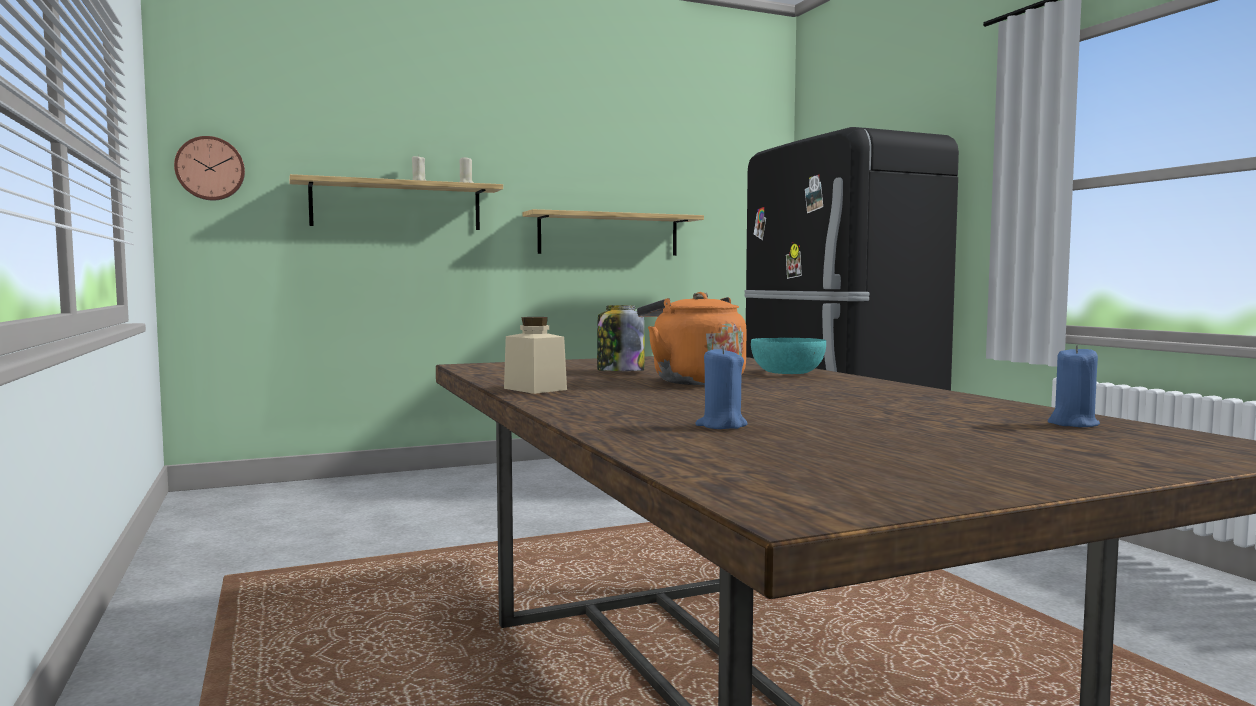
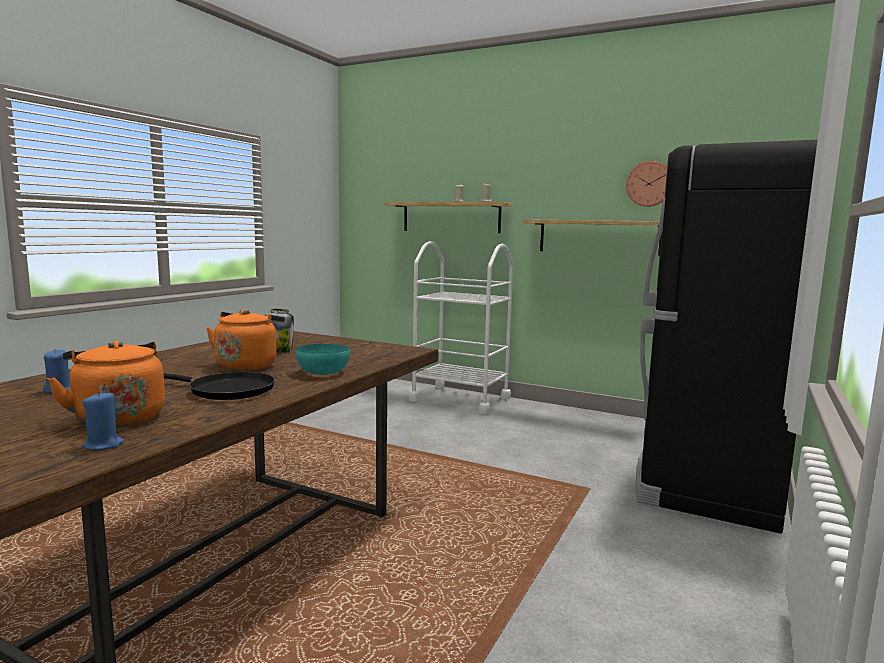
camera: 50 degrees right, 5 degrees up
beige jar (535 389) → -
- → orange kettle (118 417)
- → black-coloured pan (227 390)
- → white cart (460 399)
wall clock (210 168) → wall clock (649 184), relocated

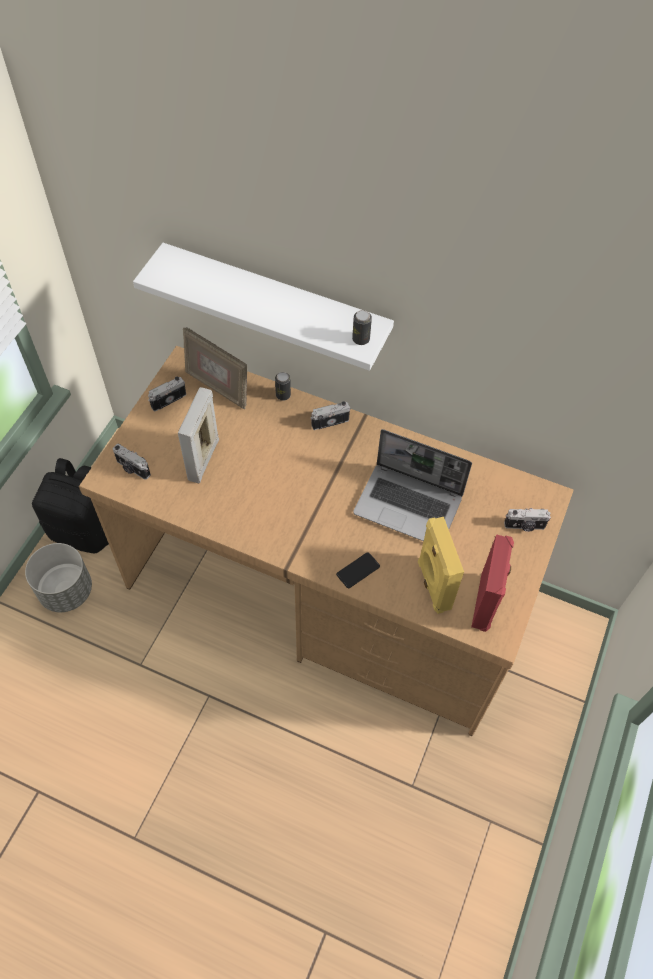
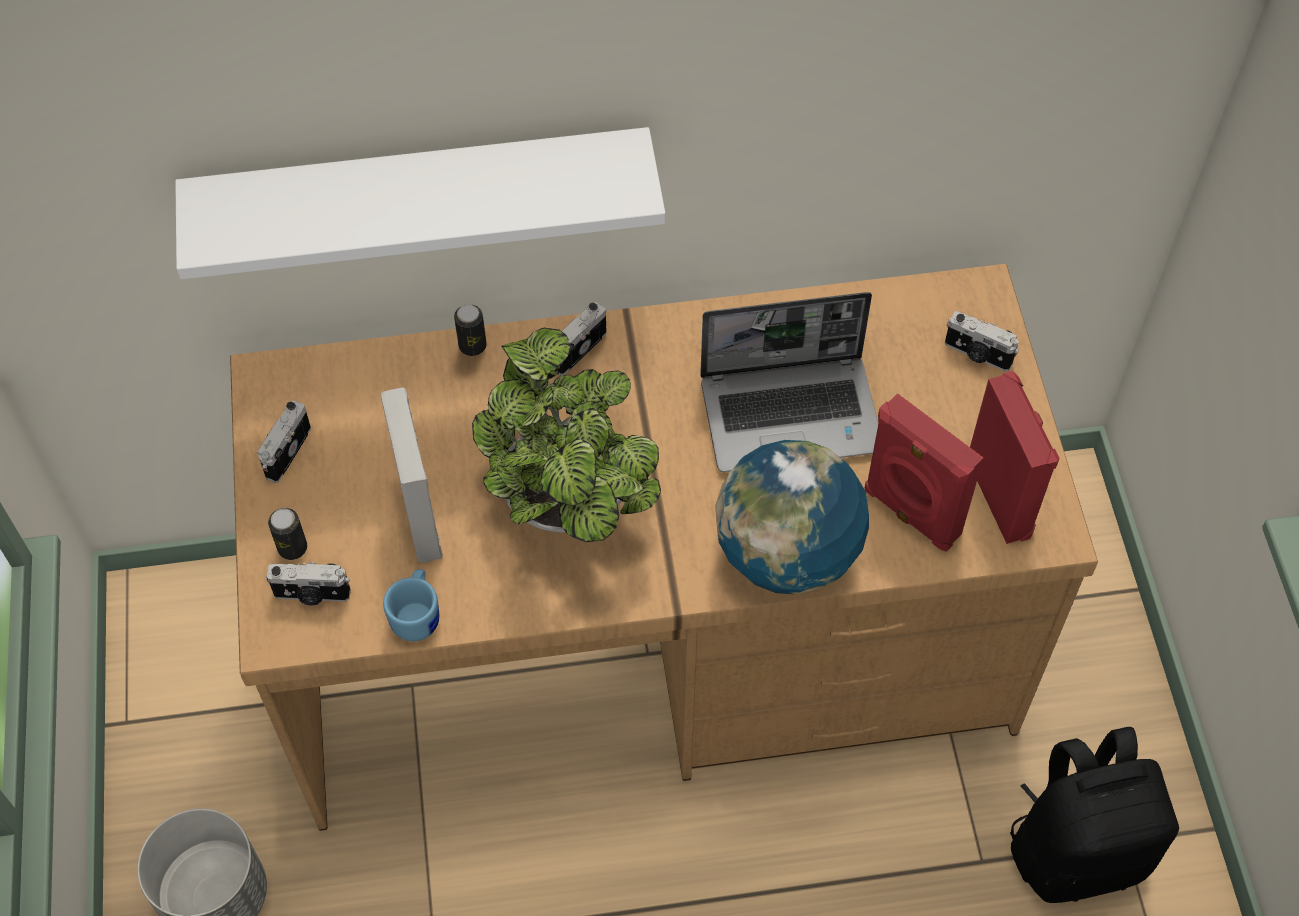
camera: 30 degrees left, 0 degrees up
standing frame (217 388) → -
- → blue-coloured tea mug (418 615)
- → houseplant (570 508)
black-coloured rucksack (85 530) → black-coloured rucksack (1077 850), relocated
can (361 339) → can (292 548), relocated
telephone (358 570) → world globe (787 554)
yellowish loudspeaker (432 585) → reddish loudspeaker (910 514)
still camera (524 526) → still camera (977 354), 60 degrees clockwise

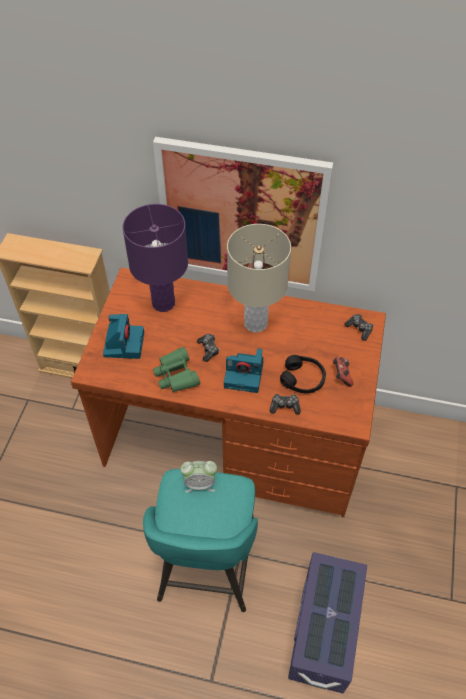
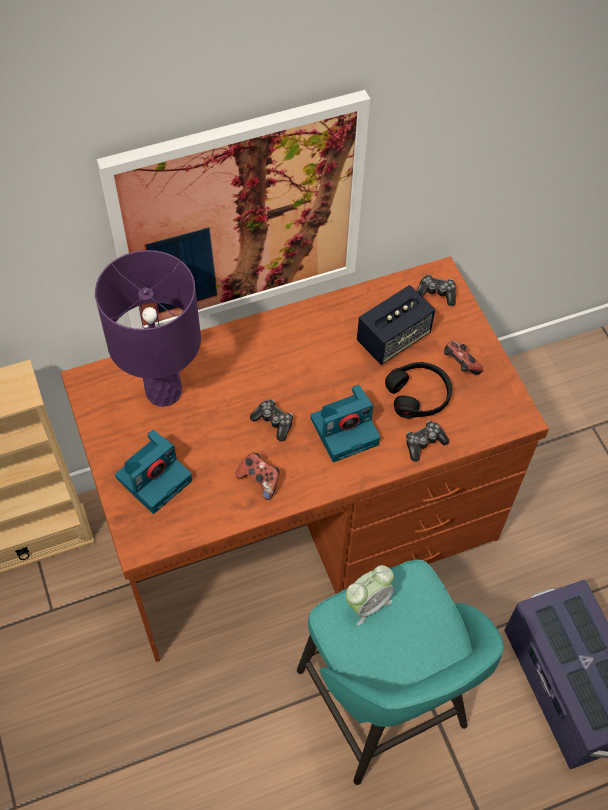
camera: 35 degrees left, 5 degrees up
beige lamp for a table (256 323) → -
- → loudspeaker (393 338)
green pair of binoculars (176 375) → game controller (259 480)
still camera (123 343) → still camera (154 477), 75 degrees clockwise

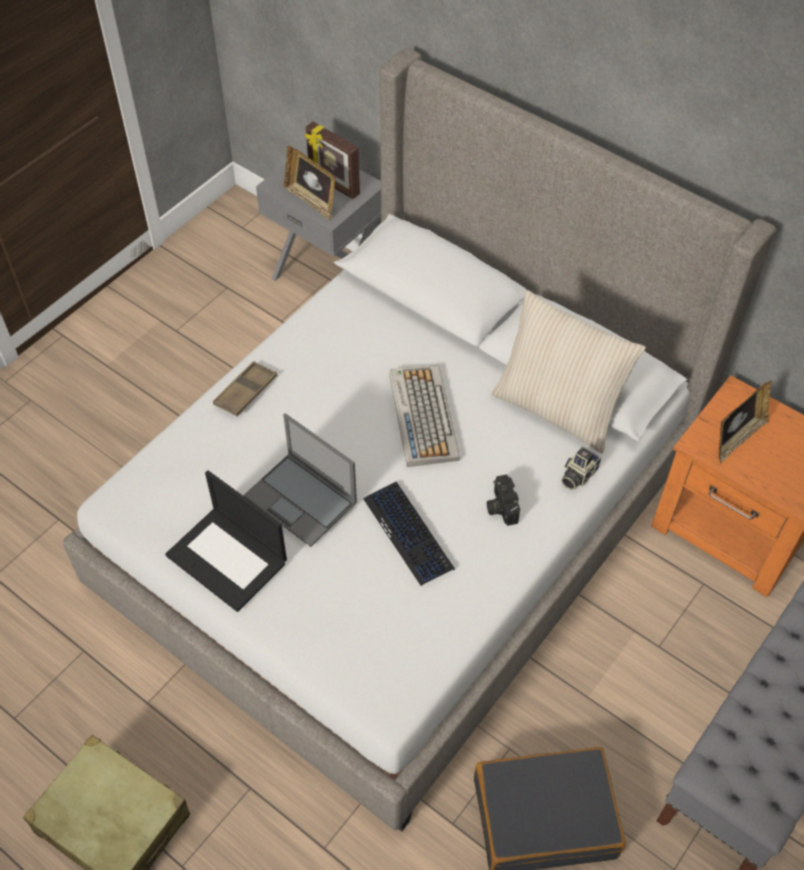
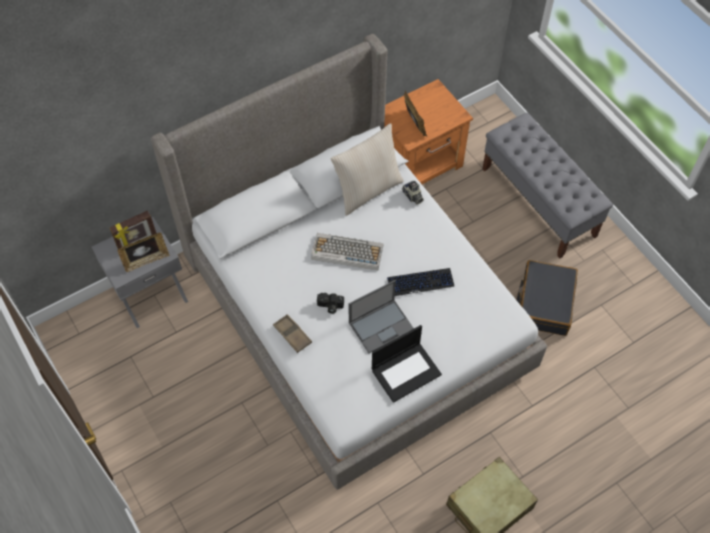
camera: 70 degrees left, 5 degrees up
still camera (500 506) → still camera (330 306), relocated

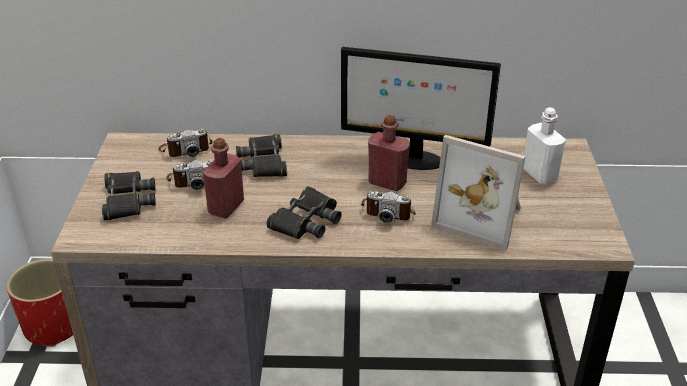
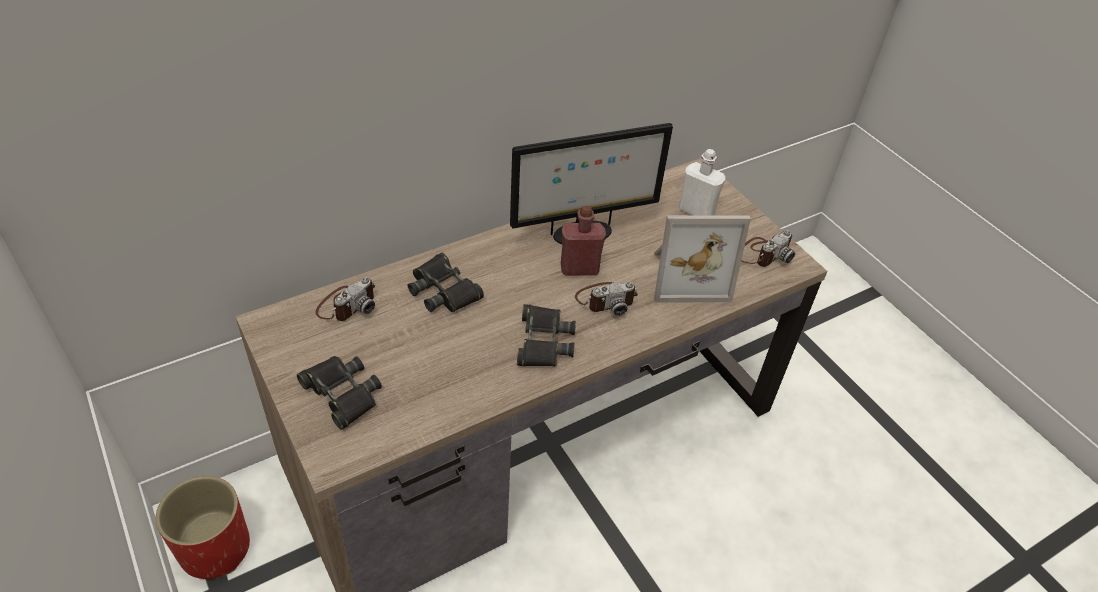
camera: 35 degrees left, 10 degrees up
reddish bottle (226 207) → -
still camera (194 180) → still camera (763 253), relocated

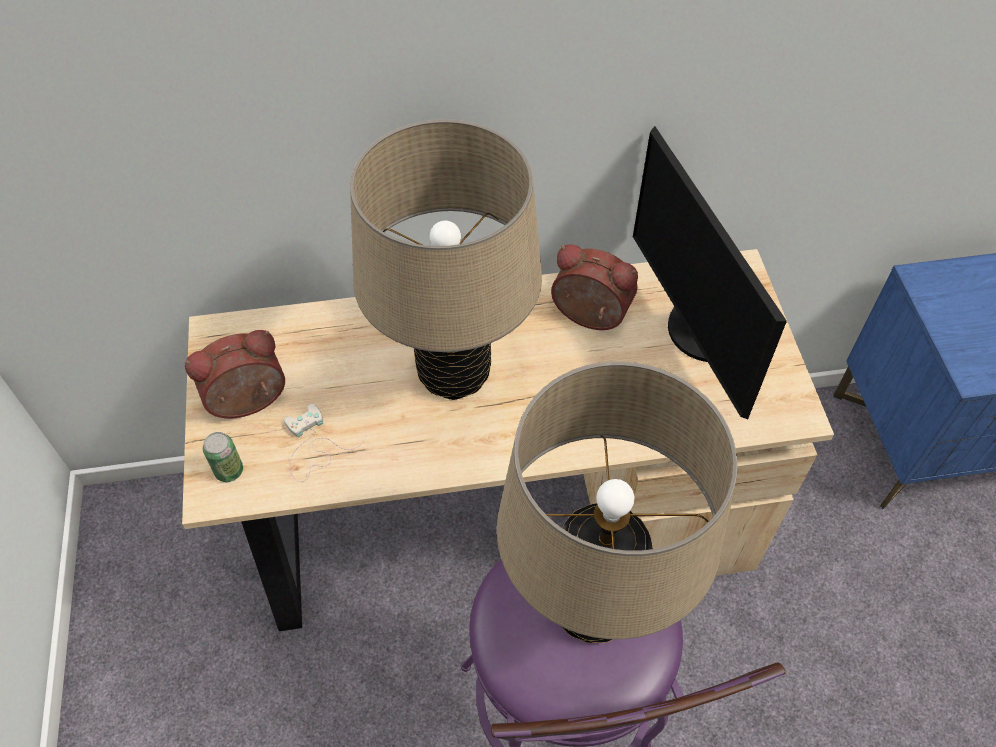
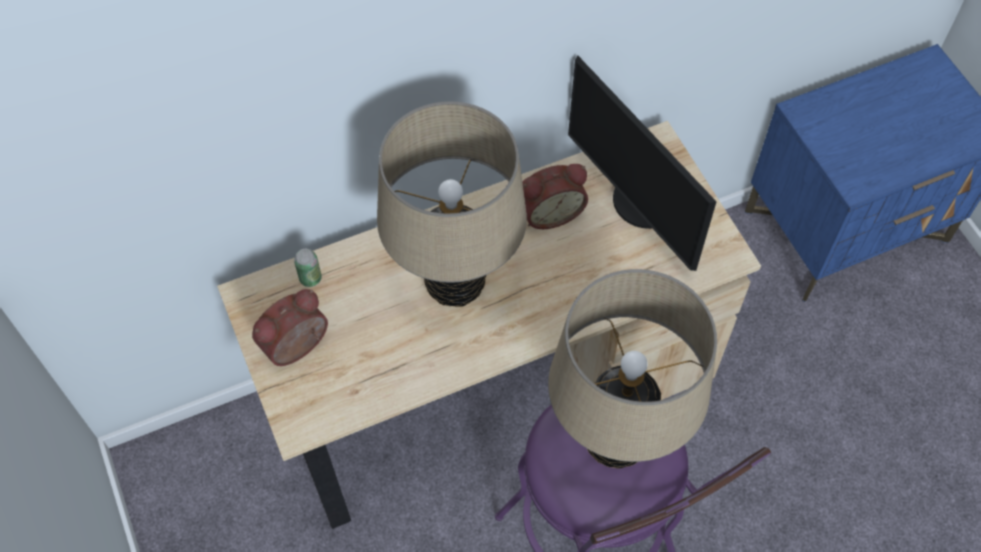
camera: 15 degrees left, 5 degrees up
white game controller (314 446) → -
can (229 471) → can (310 278), relocated
alarm clock (589 318) → alarm clock (549 212), 150 degrees clockwise

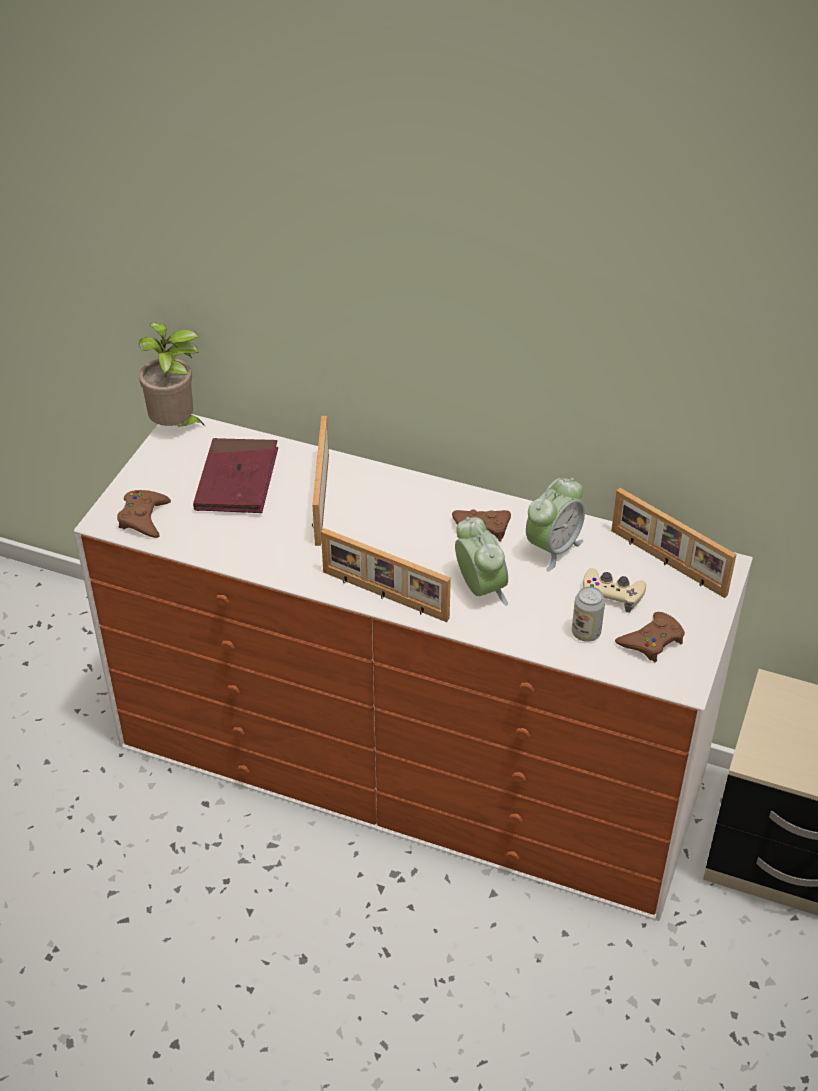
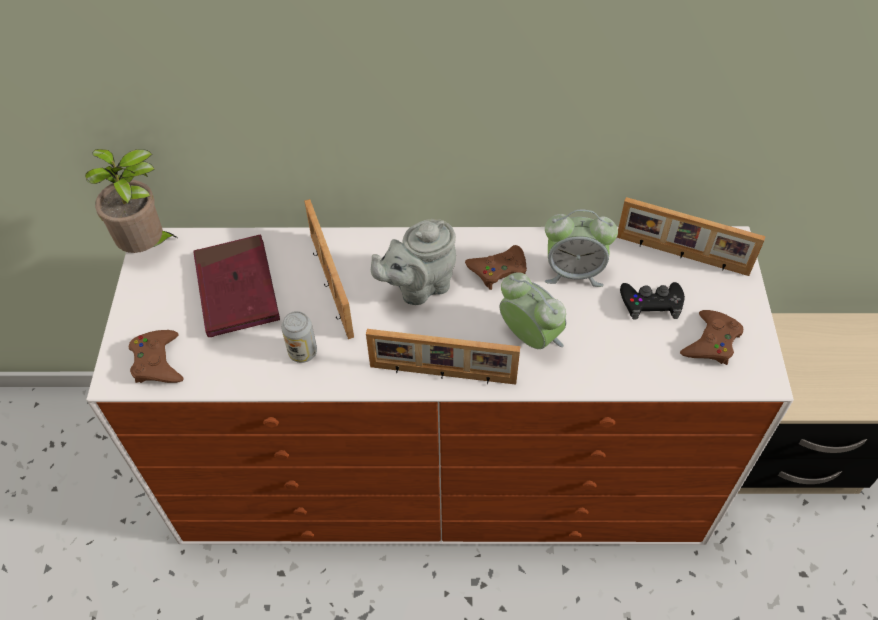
camera: 20 degrees left, 10 degrees up
- → gray pot for tea (419 286)
can (586 633) → can (302 352), relocated
beige game controller (612 594) → black-coloured game controller (651 303)
alarm clock (553 548) → alarm clock (574 271), 75 degrees clockwise

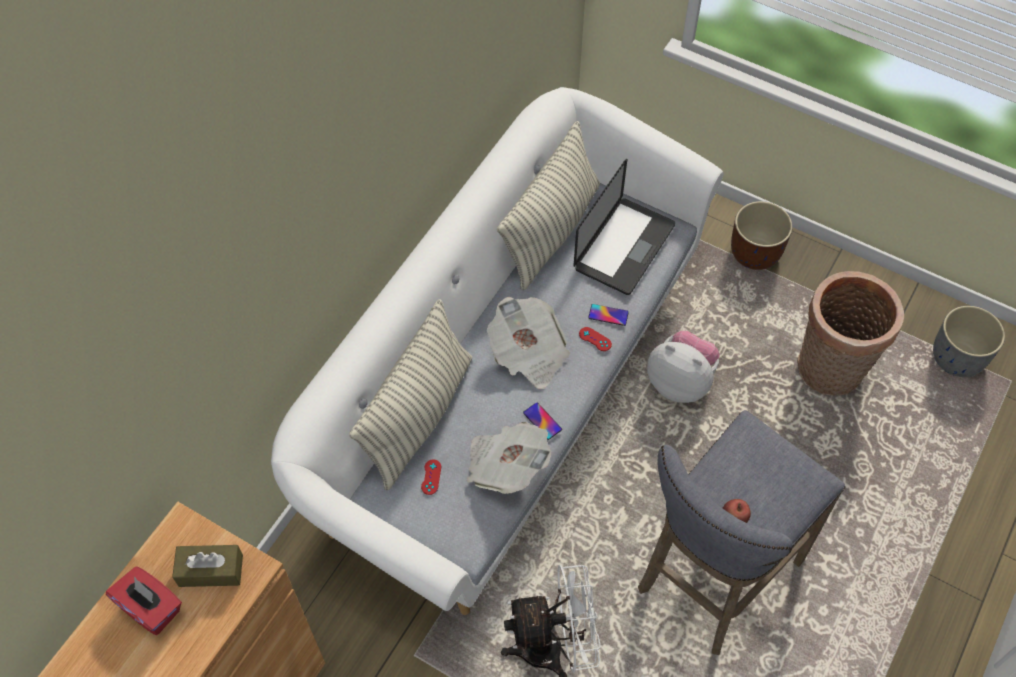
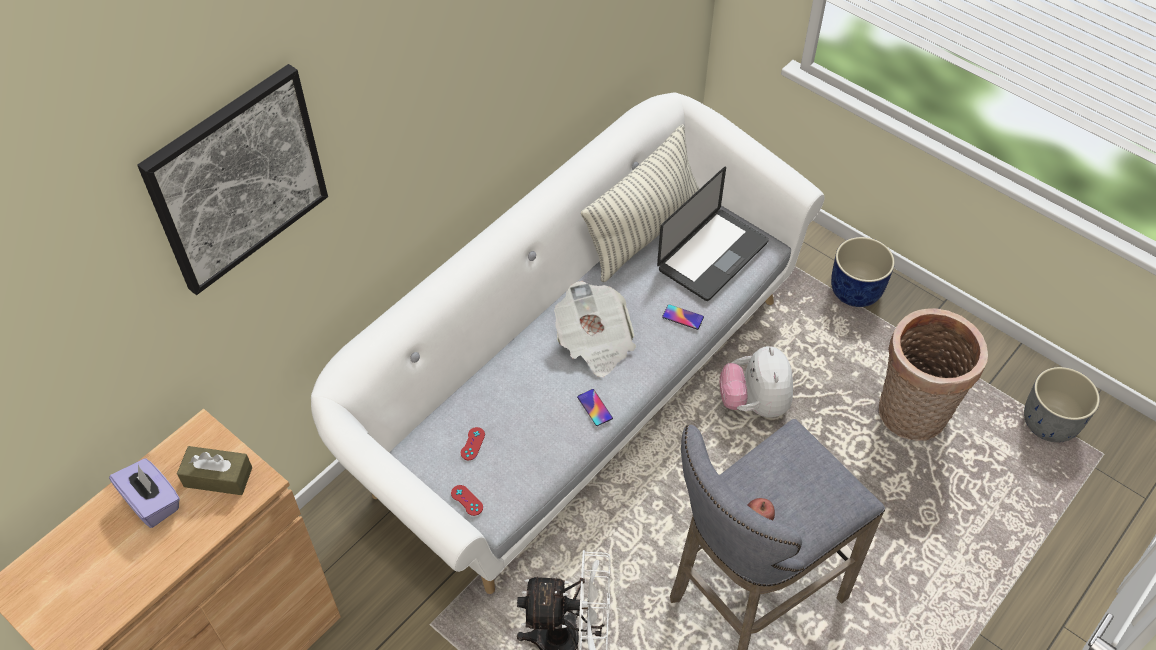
camera: 10 degrees right, 5 degrees down
throw pillow (418 416) → -
printed paper (506 466) → -
- → wall picture (237 179)
reddish game controller (595 339) → reddish game controller (467 500), relocated
reddish tissue box (151 607) → purple tissue box (153 502)
brownish plant pot (755 252) → blue-coloured plant pot (856 290)
soft toy (680 382) → soft toy (754 403), 135 degrees counterclockwise

